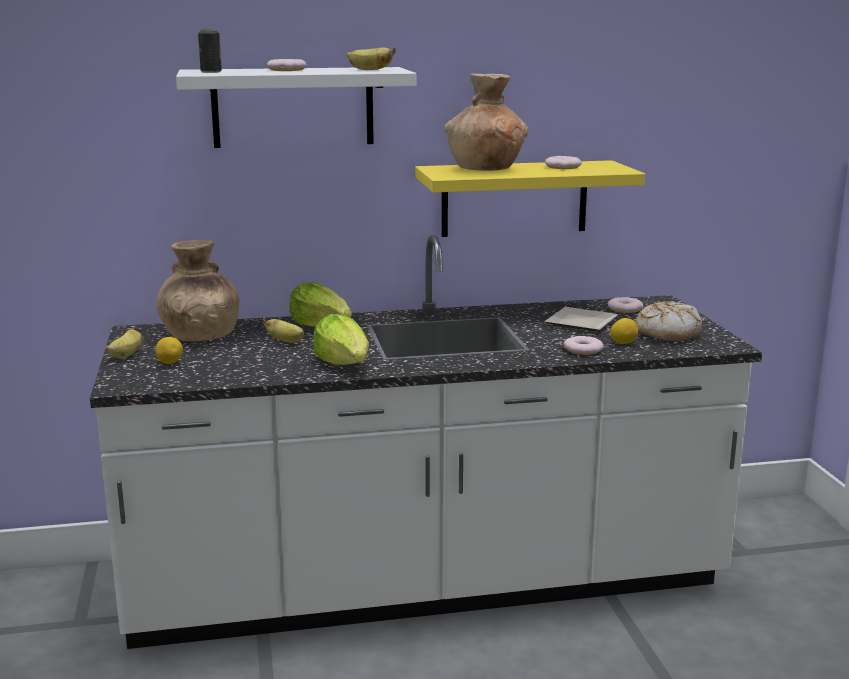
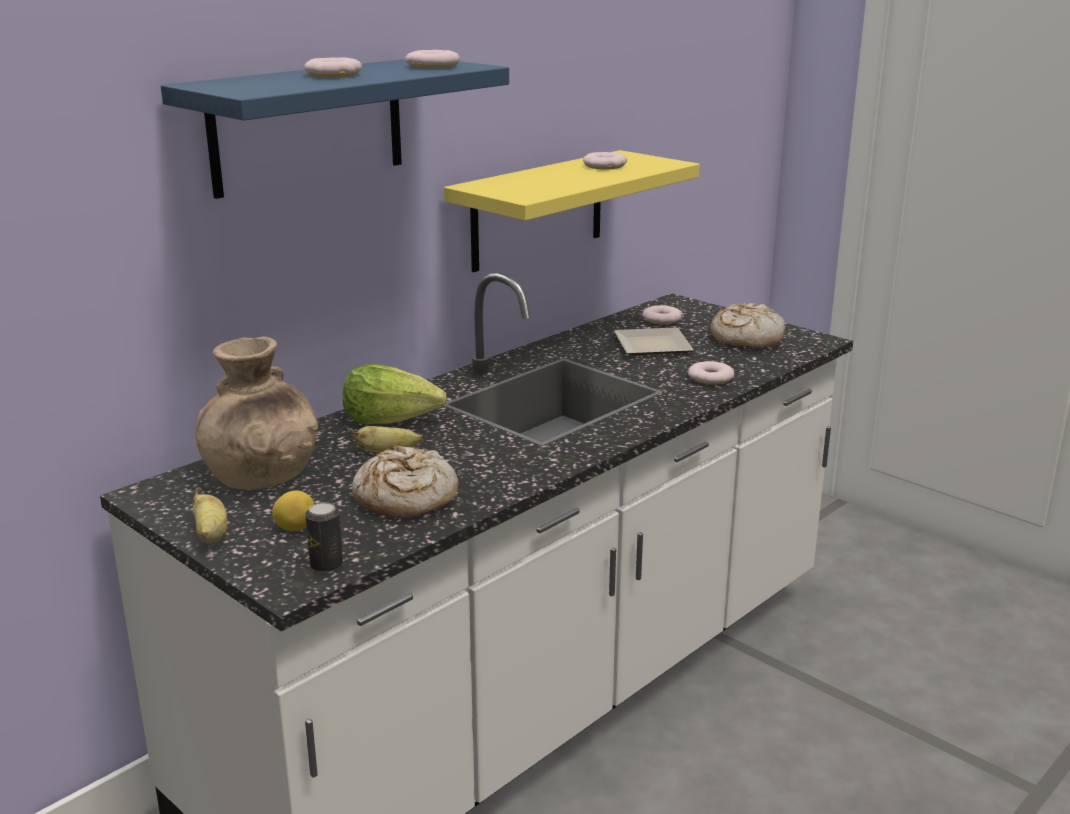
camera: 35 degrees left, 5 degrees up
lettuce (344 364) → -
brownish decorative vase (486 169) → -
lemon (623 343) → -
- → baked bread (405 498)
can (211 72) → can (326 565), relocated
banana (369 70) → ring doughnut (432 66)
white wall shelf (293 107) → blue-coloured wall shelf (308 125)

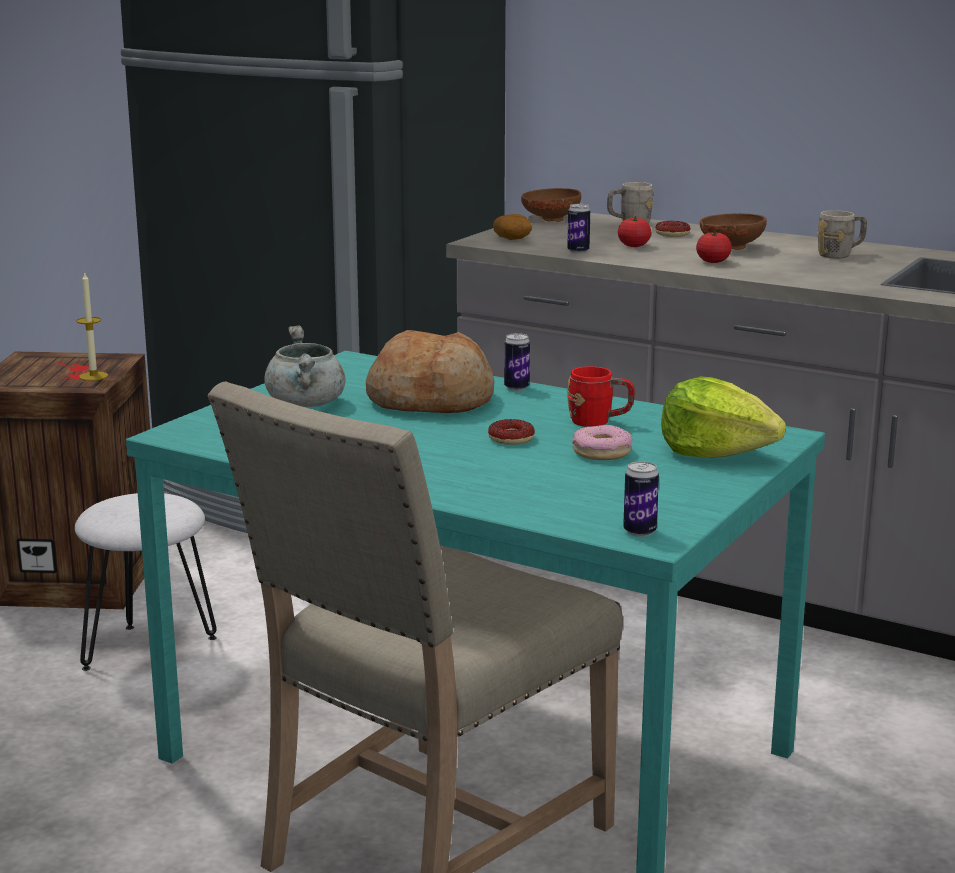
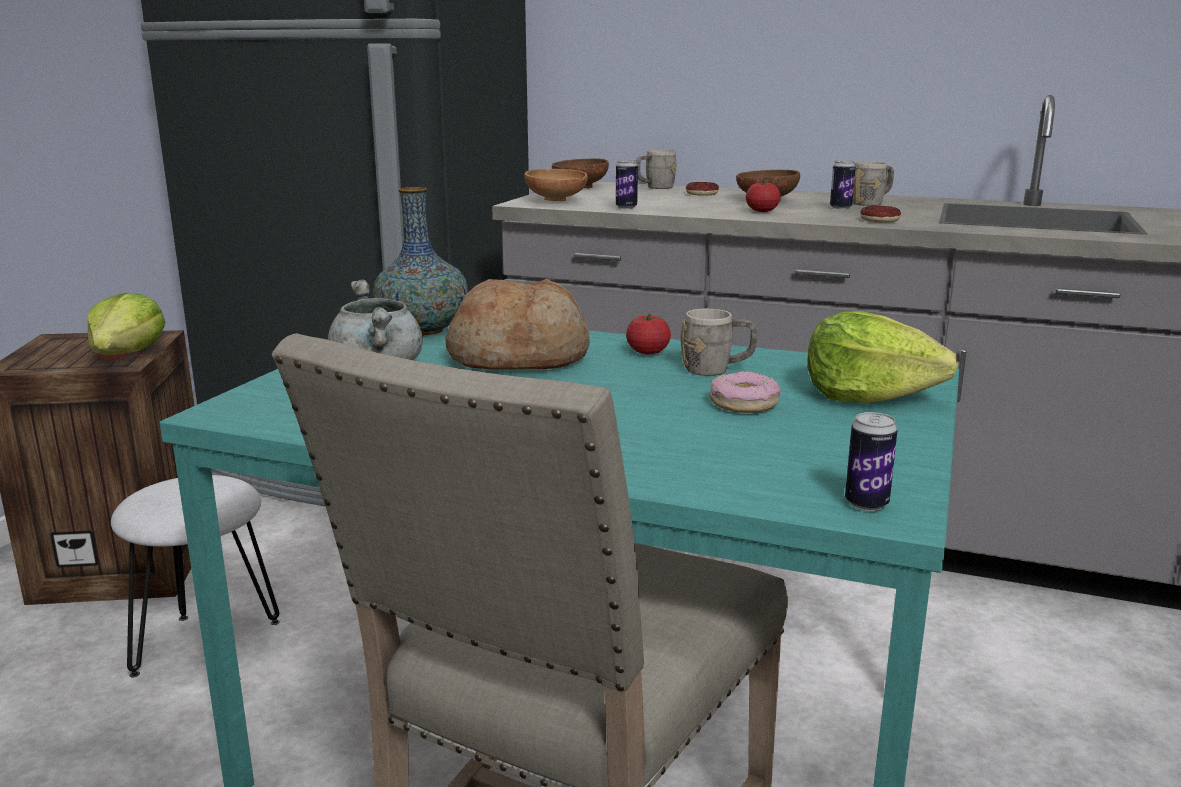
camera: 10 degrees left, 0 degrees up
- → decorative vase (423 330)
ring doughnut (511 438) → ring doughnut (879 220), relocated
can (516 388) → can (840 208), relocated
whole tomato (634 246) → whole tomato (648 352), relocated
wax light (93 376) → lettuce (127 354)
potato (513 239) → brownish bowl (556 201)
reddish tea mug (599 422) → gray tea mug (717 370)

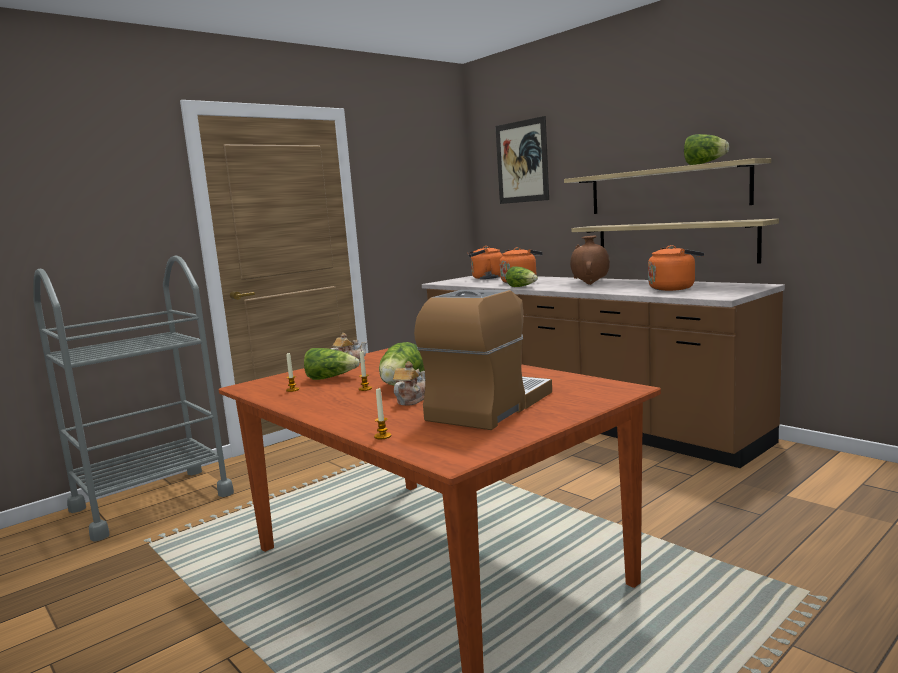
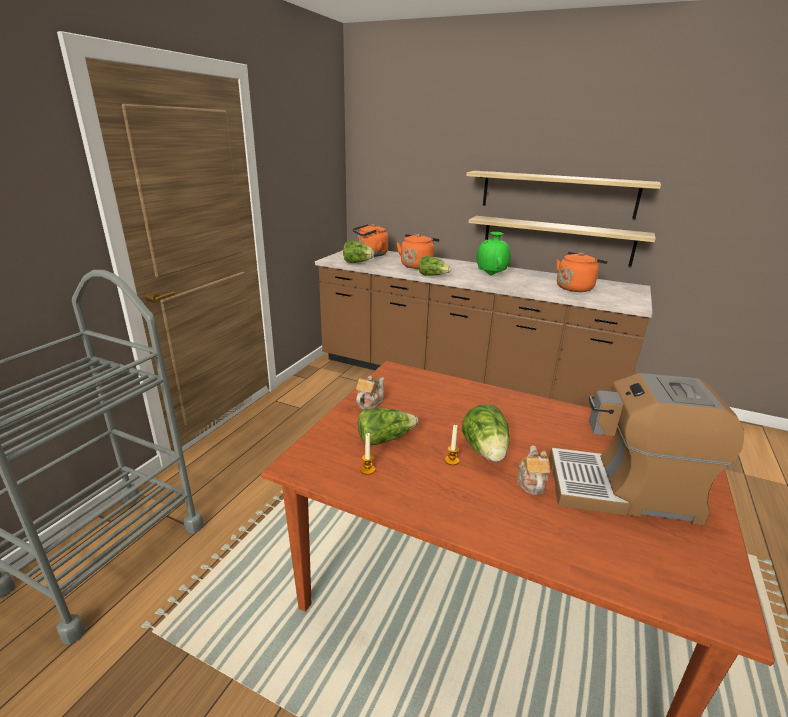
camera: 25 degrees left, 15 degrees up
wax light (382 436) → -
wall picture (522 162) → -
lettuce (704 164) → lettuce (357 262), relocated
brownish decorative vase (590 284) → green decorative vase (491 275)
coffee brewer (489 407) → coffee brewer (624 490), 90 degrees counterclockwise

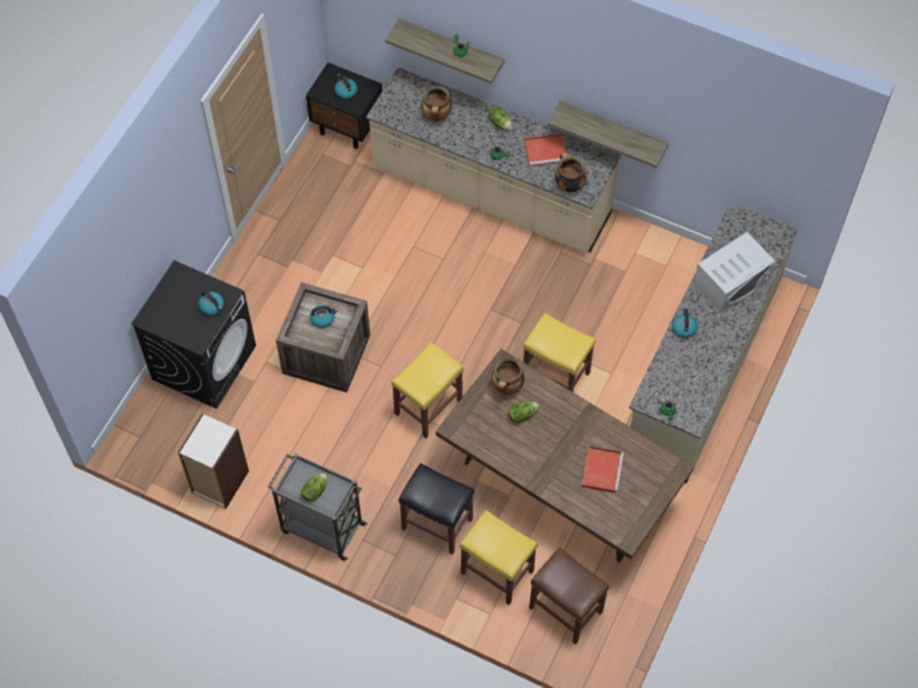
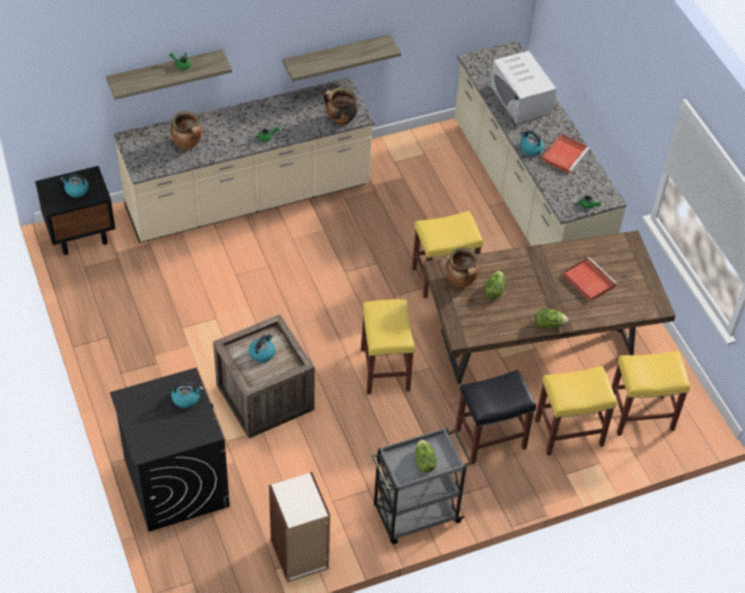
camera: 50 degrees left, 10 degrees down
lettuce (500 123) → lettuce (549 324), relocated
reddish carrying tray (546 150) → reddish carrying tray (564 154), relocated
brownish sitting stool (564 609) → yellowish sitting stool (639 415)
white kitchen microwave (731 281) → white kitchen microwave (520 99), 150 degrees clockwise

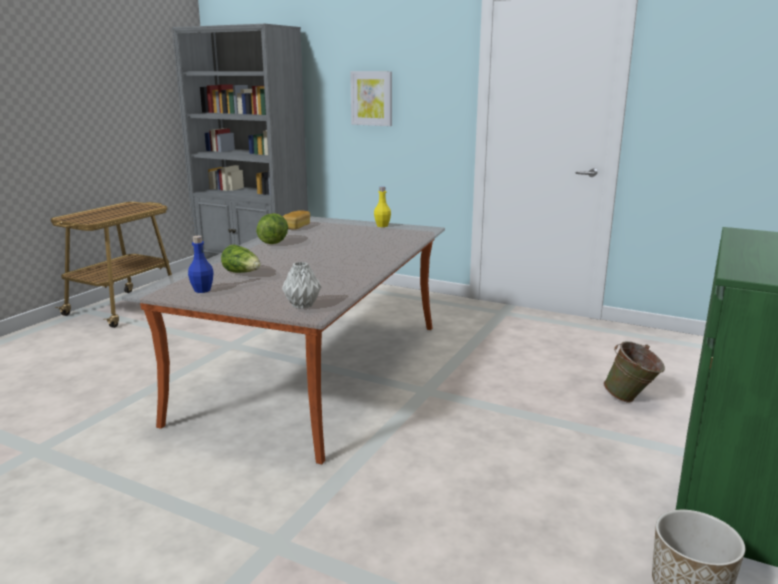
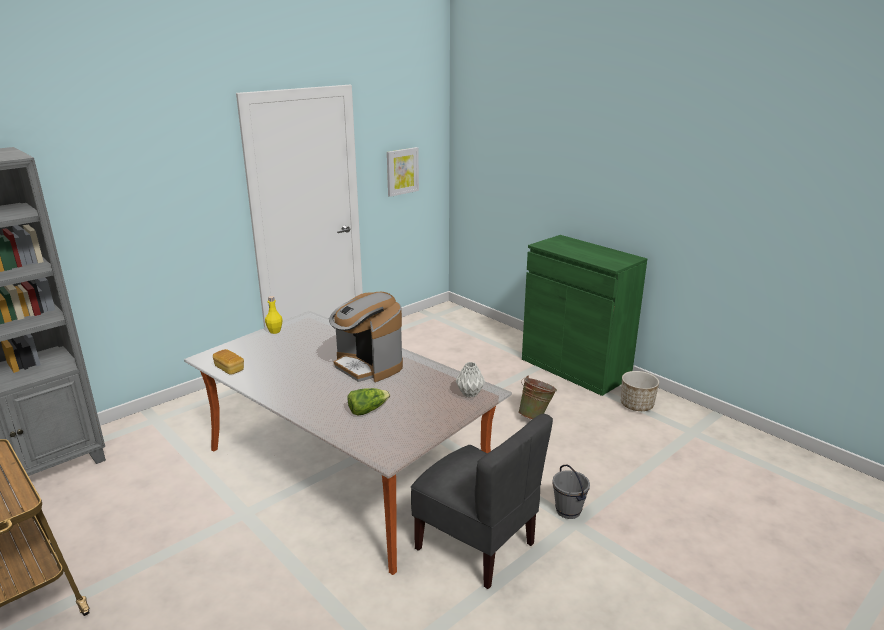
camera: 70 degrees left, 5 degrees up
blue-coloured bottle (202 290) → -
lettuce (273 242) → -
- → coffee brewer (368 366)
- → gray plain chair (476 545)
- → gray bucket (567 511)
wall picture (372 98) → wall picture (402 171), relocated
green bucket (631 399) → green bucket (536 416), relocated

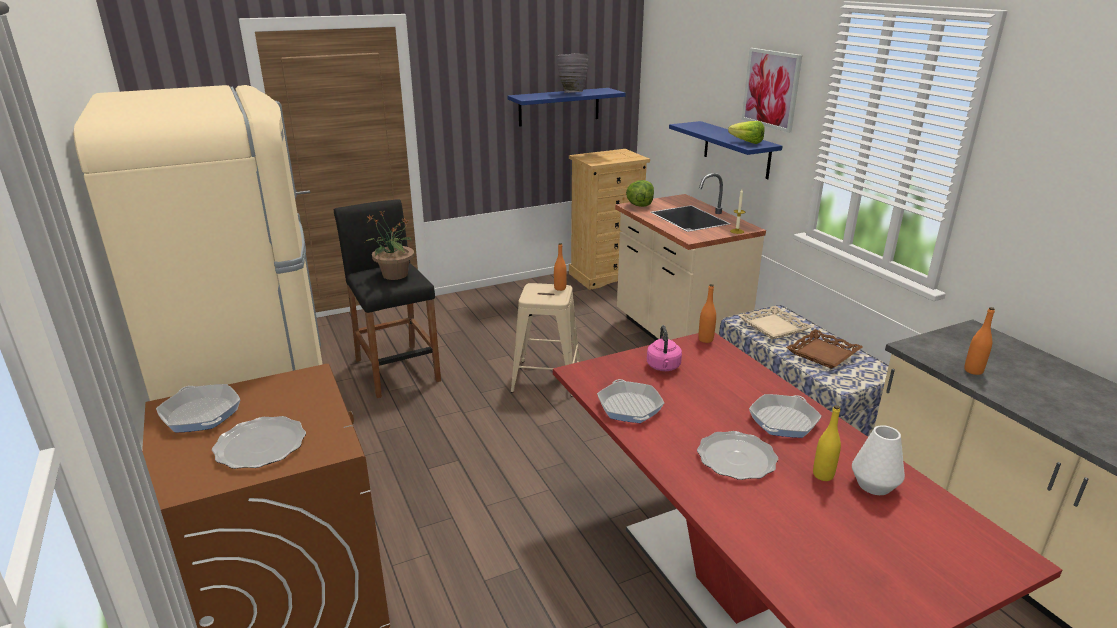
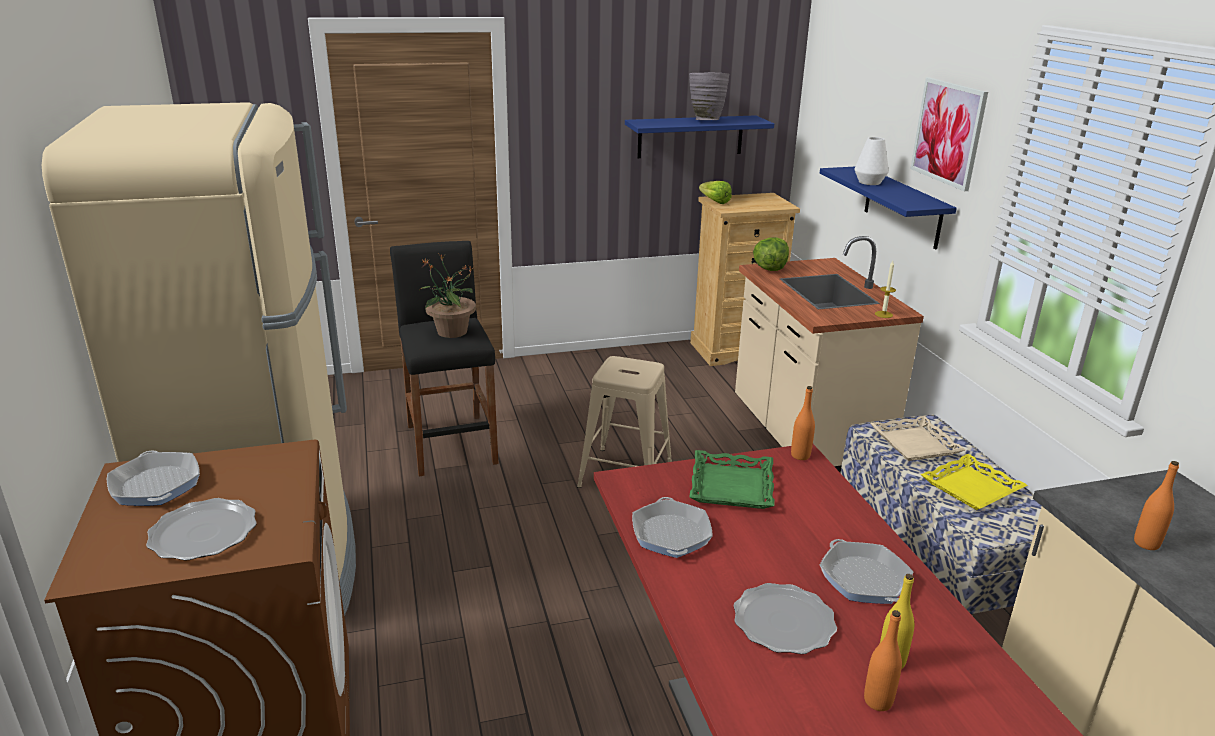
camera: 10 degrees right, 0 degrees up
orange bottle (560 288) → orange bottle (878 701), relocated
lettuce (744 142) → lettuce (713 201), relocated
white decorative vase (874 485) → white decorative vase (869 182), relocated
pink kettle (663 367) → green carrying tray (732 486)
brownish carrying tray (822 353) → yellowish carrying tray (971 487)
pan (783 421) → pan (864 579), 75 degrees counterclockwise

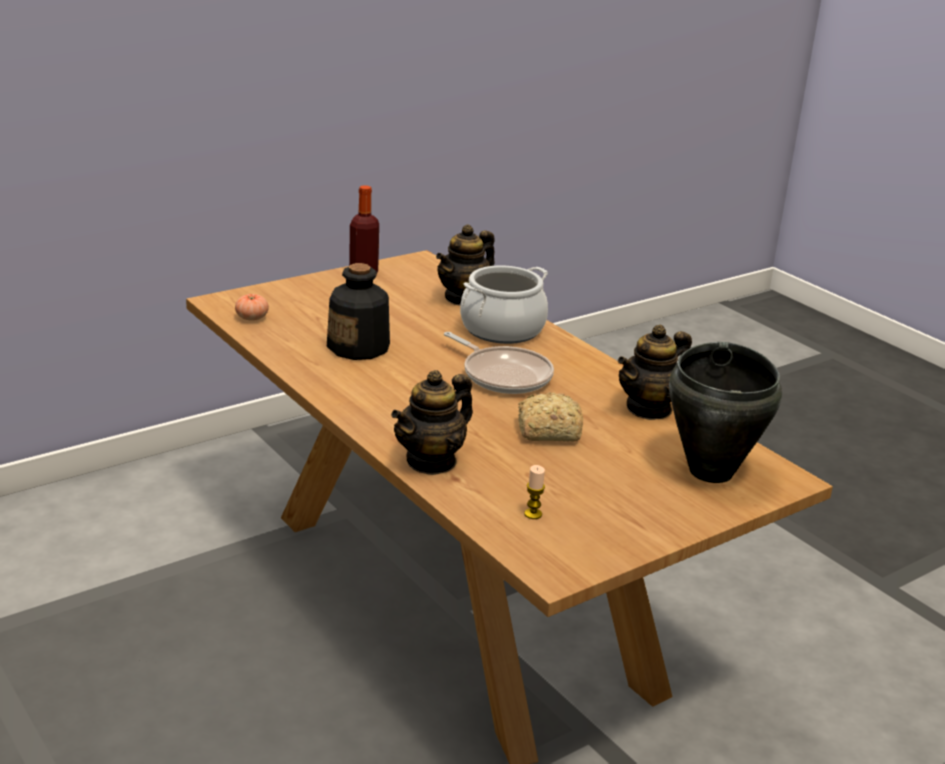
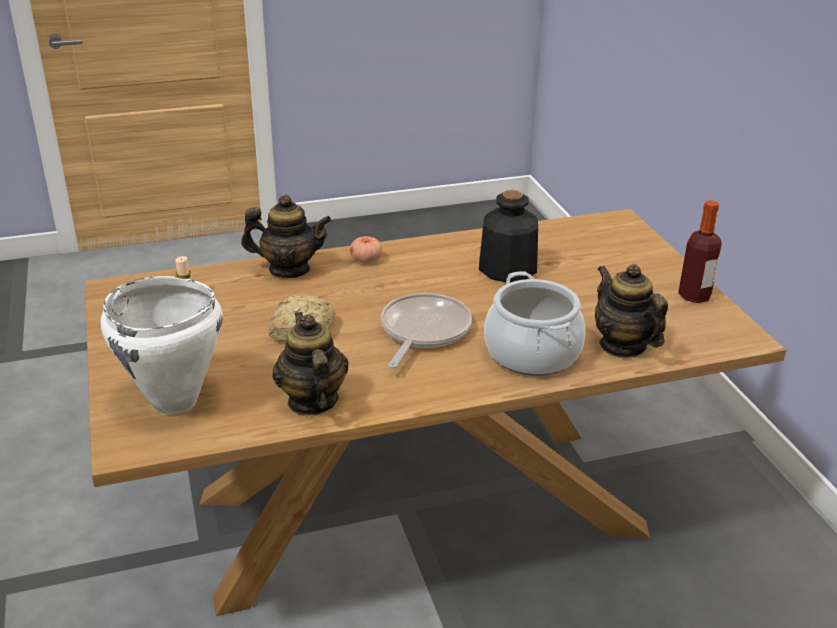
camera: 110 degrees right, 5 degrees up
whole tomato (252 318) → whole tomato (366 259), relocated
black-coloured stockpot (711 471) → white stockpot (175 402)
pot for tea (431 461) → pot for tea (289 269), 120 degrees clockwise
pan (503 375) → pan (423 331), 135 degrees clockwise

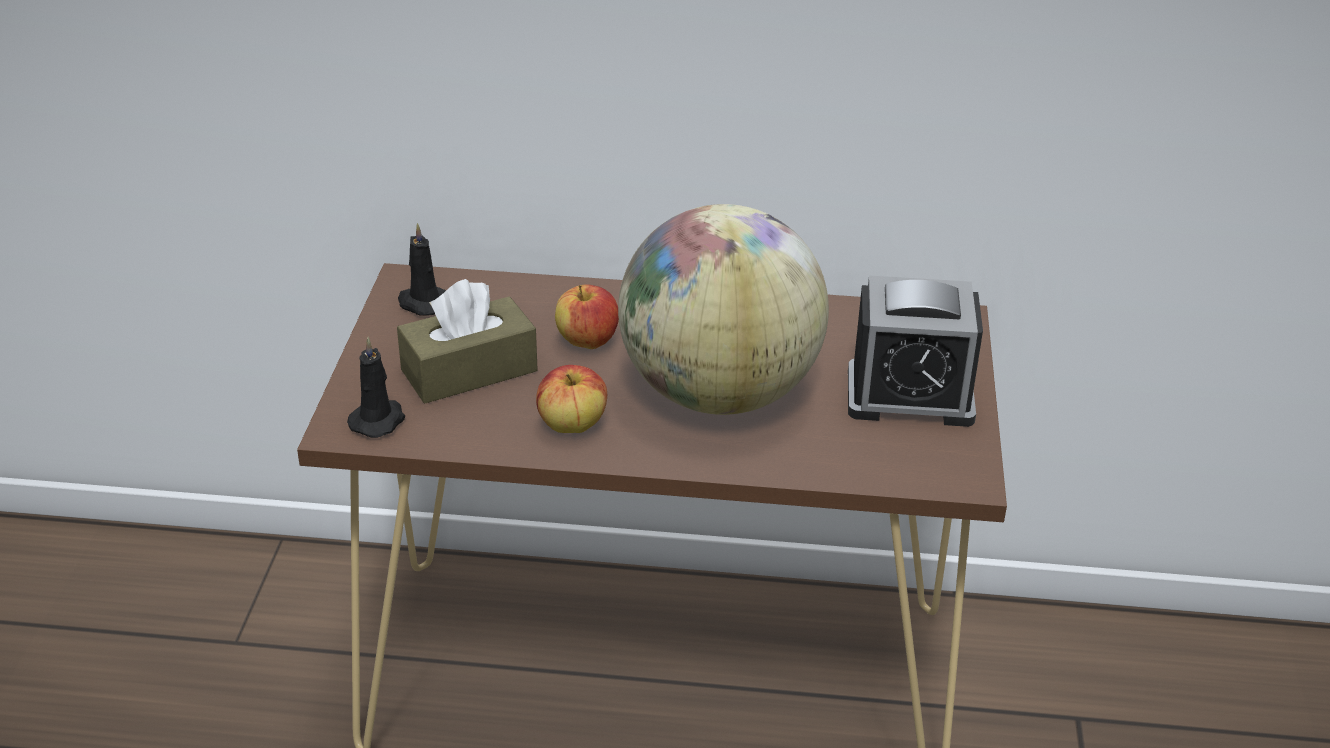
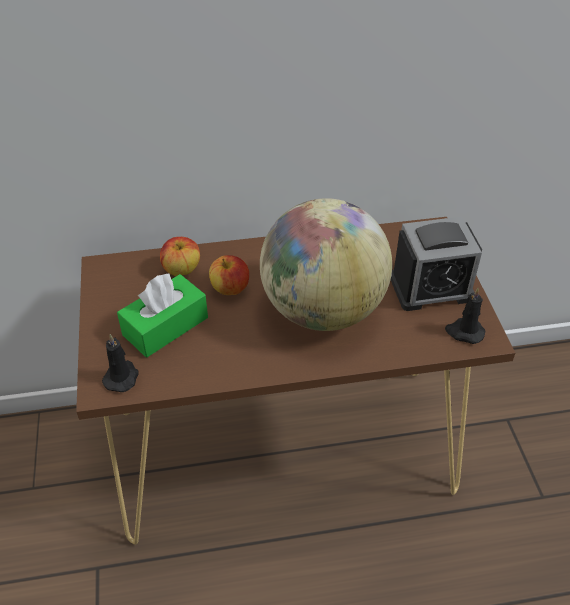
camera: 15 degrees left, 10 degrees up
black-coloured wax light (422 303) → black-coloured wax light (464 332), relocated
whole apple (572 425) → whole apple (181 270), relocated
brownish tissue box (469 370) → green tissue box (165 326)

